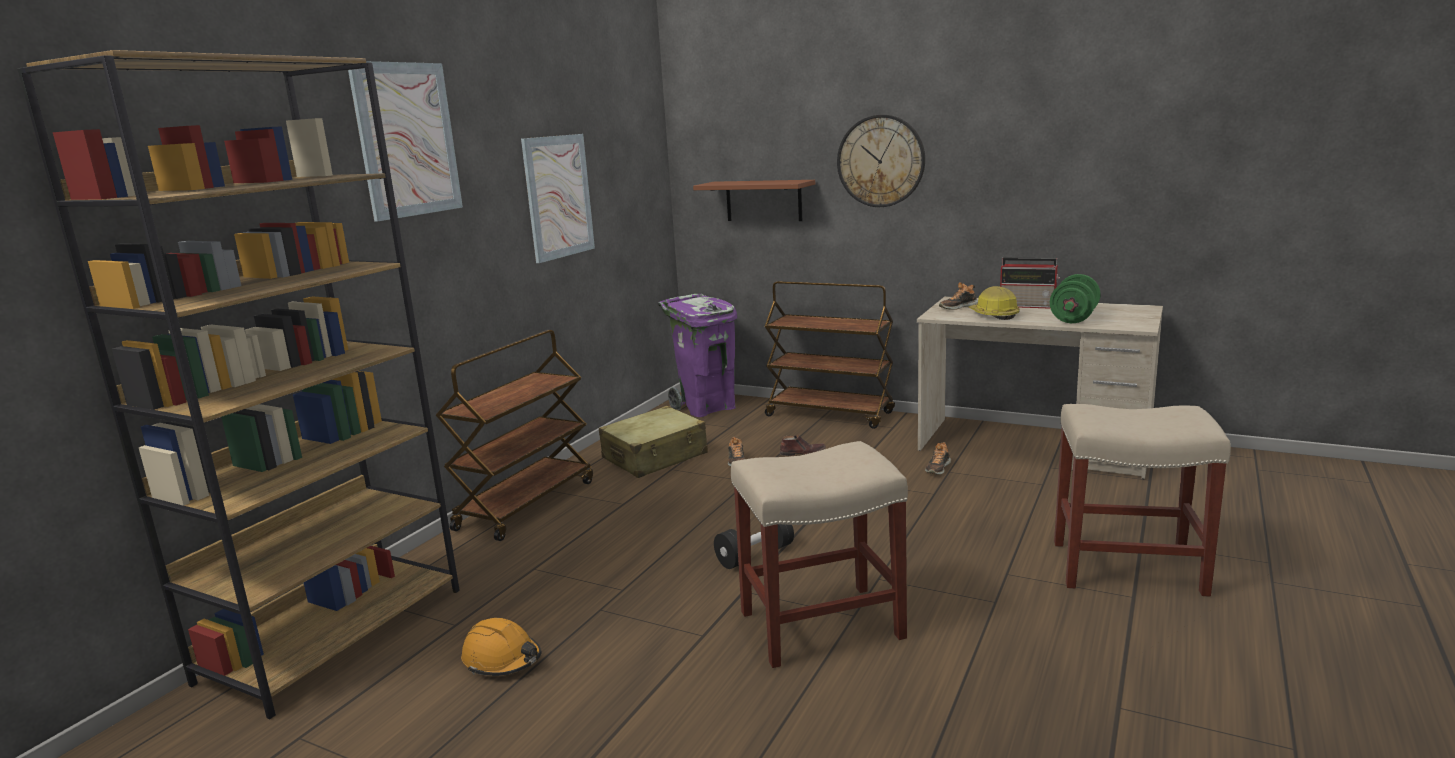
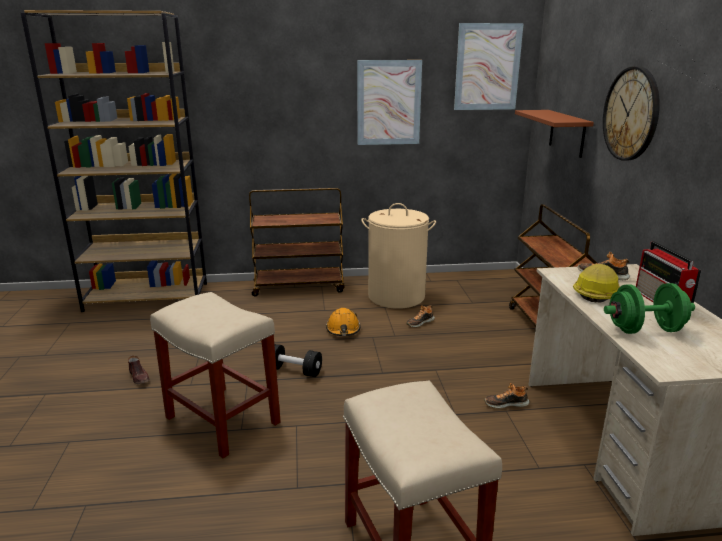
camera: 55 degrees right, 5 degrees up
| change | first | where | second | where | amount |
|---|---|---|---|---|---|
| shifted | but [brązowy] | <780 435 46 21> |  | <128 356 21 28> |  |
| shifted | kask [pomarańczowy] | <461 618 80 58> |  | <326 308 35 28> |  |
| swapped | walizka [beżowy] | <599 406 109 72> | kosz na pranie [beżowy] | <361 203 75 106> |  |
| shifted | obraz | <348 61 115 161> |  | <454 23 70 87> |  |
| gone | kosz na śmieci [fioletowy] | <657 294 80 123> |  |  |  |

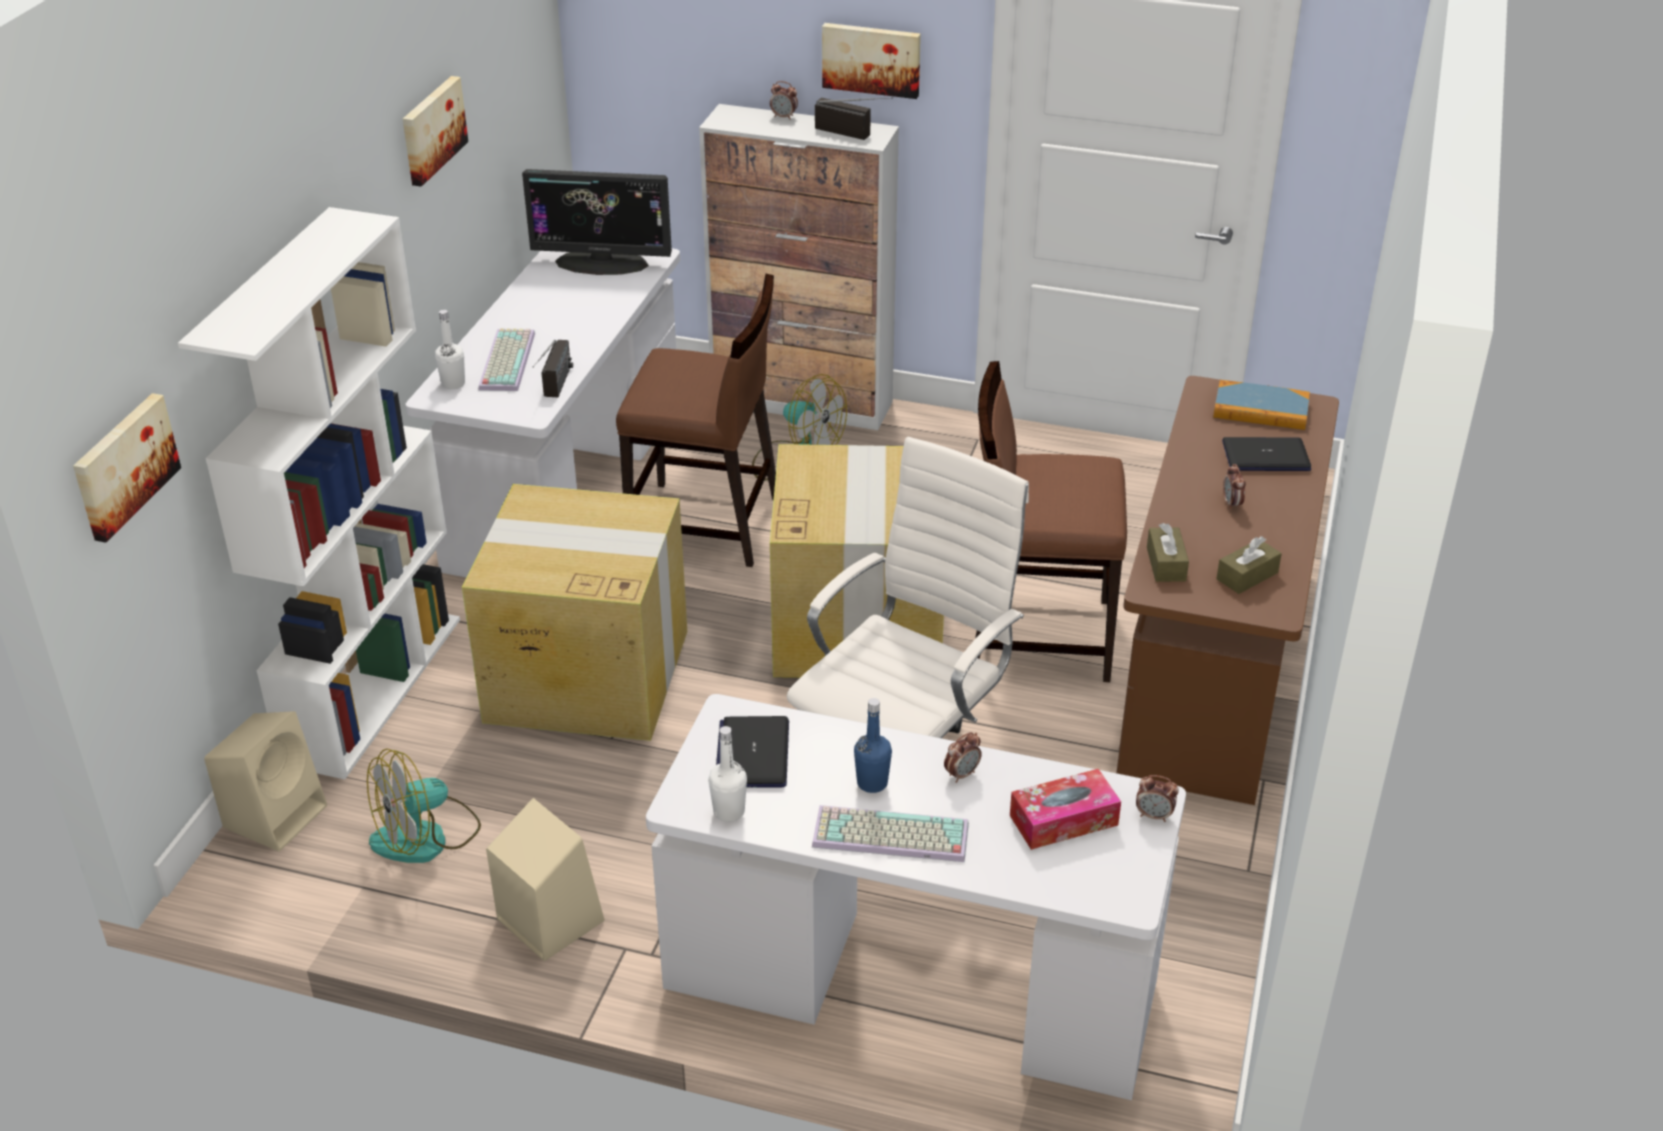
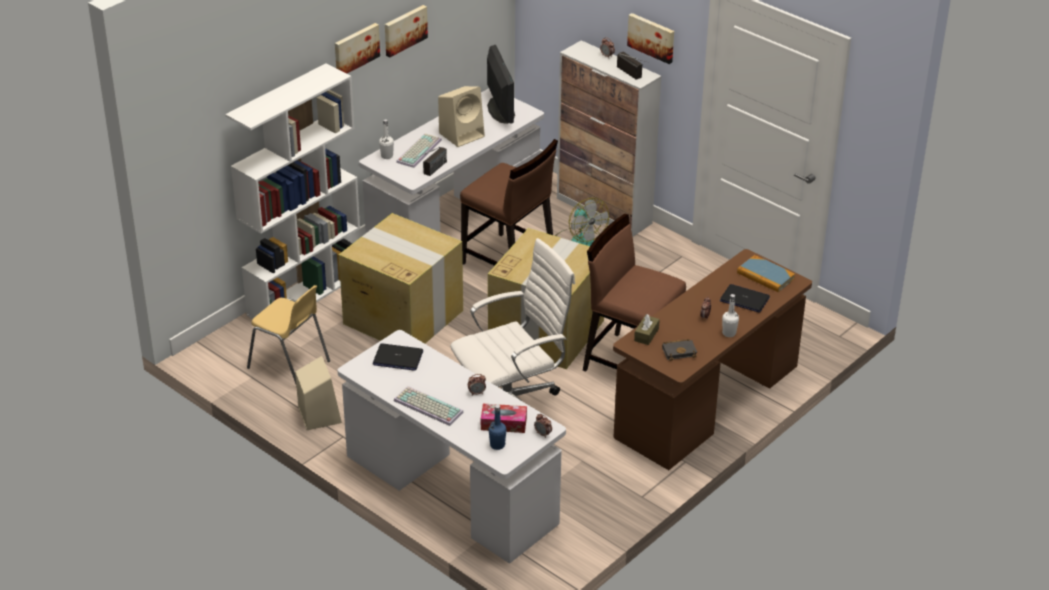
camera: 25 degrees right, 0 degrees up
| change | first | where | second | where | amount |
|---|---|---|---|---|---|
| swapped | wentylator | <367 749 114 114> | krzesło [żółty] | <247 285 83 99> |  |
| shifted | obraz | <73 393 108 150> |  | <335 23 45 50> |  |
| rotated | laptop | <716 716 73 72> |  | <373 343 50 28> | 105 degrees counterclockwise |
| shifted | głośnik [beżowy] | <204 711 123 141> |  | <438 86 47 61> |  |
| rotated | monitor | <522 169 150 106> |  | <487 45 28 79> | 135 degrees counterclockwise |
| shifted | butelka [niebieski] | <854 698 38 95> |  | <489 405 18 45> |  |
| swapped | pudełko chusteczek [brązowy] | <1216 536 66 58> | książka [czarny] | <662 339 35 22> |  |
| shifted | butelka [biały] | <708 726 39 96> |  | <722 294 17 43> |  |

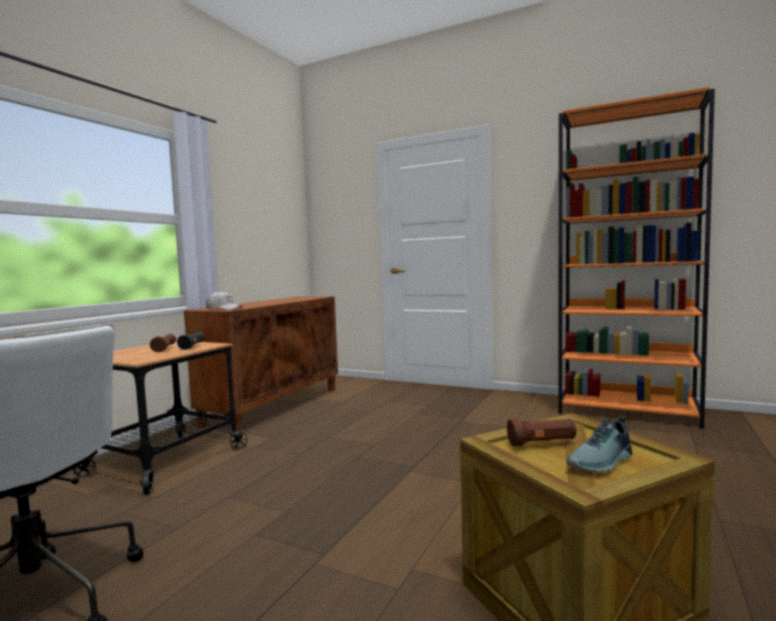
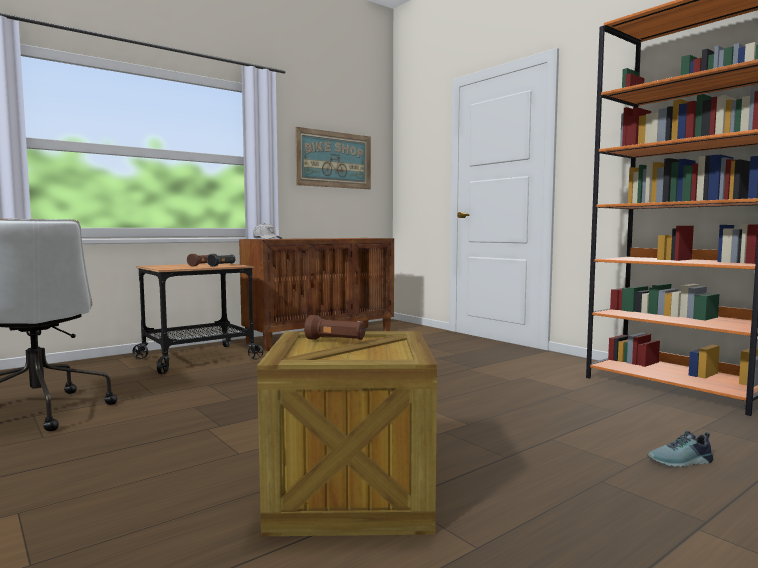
camera: 25 degrees right, 0 degrees up
| change | first | where | second | where | amount |
|---|---|---|---|---|---|
| new |  |  | obraz | <295 127 76 62> |  |
| shifted | but | <566 416 66 56> |  | <647 430 66 37> |  |

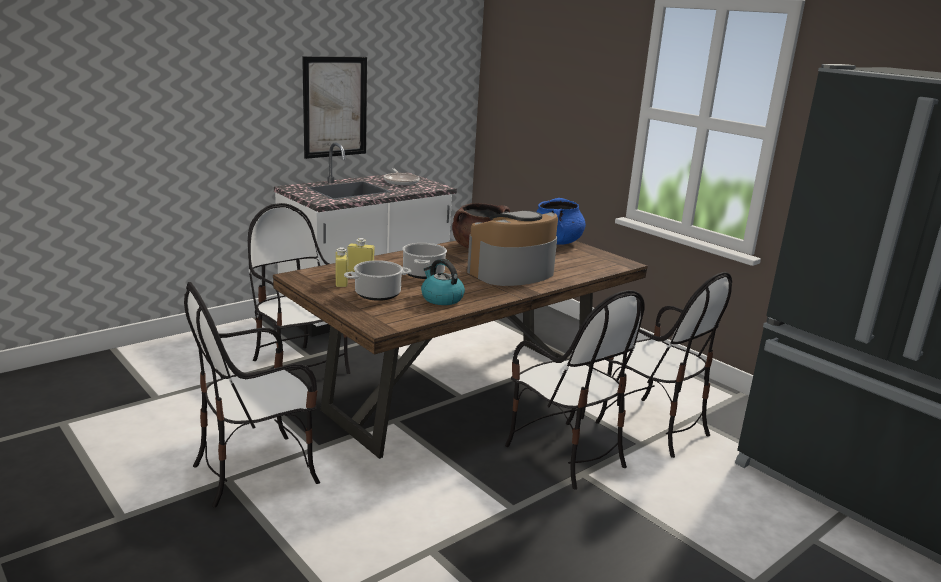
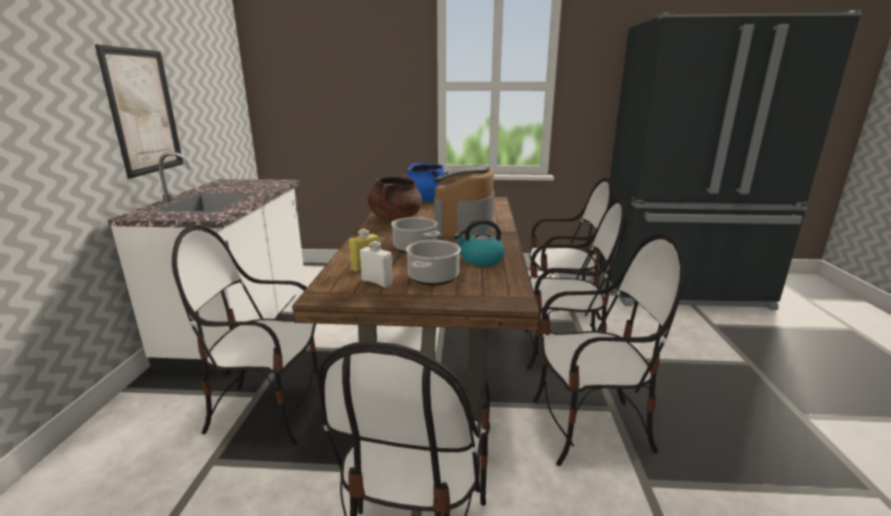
camera: 45 degrees left, 0 degrees up
| change | first | where | second | where | amount |
|---|---|---|---|---|---|
| repainted | butelka [żółty] | <335 247 13 40> | butelka [biały] | <360 241 33 46> |  |
| new |  |  | krzesło | <533 234 153 232> |  |
| gone | patelnia | <384 168 36 17> |  |  |  |

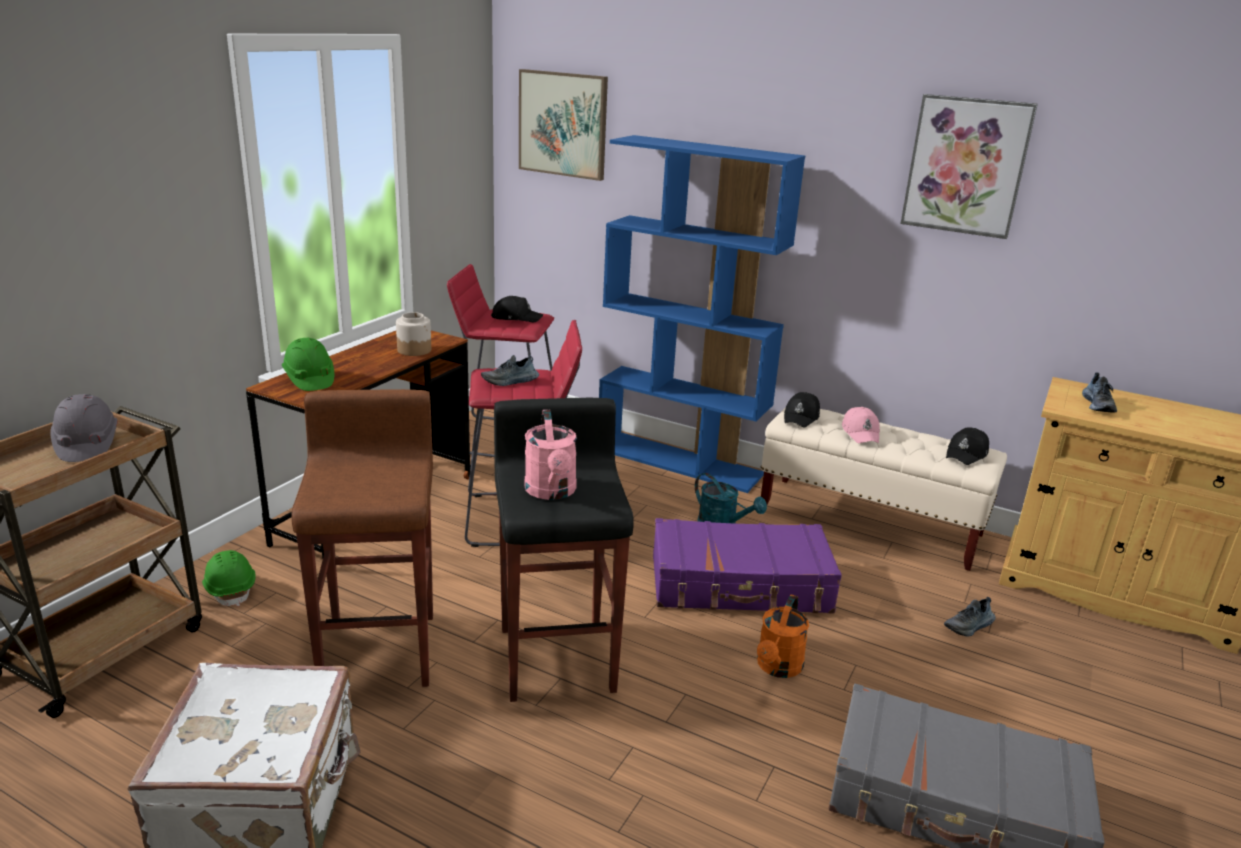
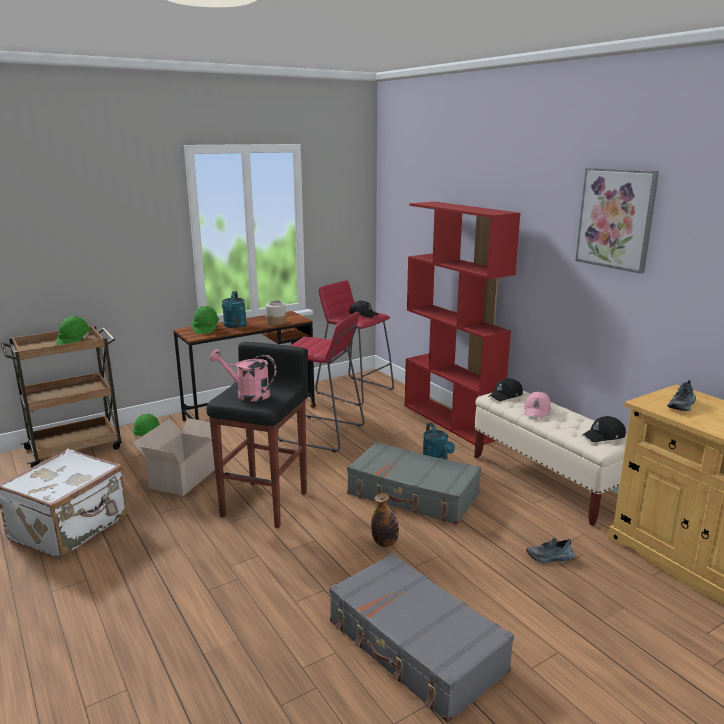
camera: 30 degrees right, 5 degrees down
| change | first | where | second | where | amount |
|---|---|---|---|---|---|
| repainted | kask [szary] | <50 394 68 68> | kask [zielony] | <56 316 35 29> |  |
| swapped | stołek [brązowy] | <291 389 142 298> | karton | <132 418 90 78> |  |
| rotated | konewka [różowy] | <524 410 53 90> |  | <210 349 67 52> | 90 degrees clockwise |
| new |  |  | konewka [turkusowy] | <222 291 25 37> |  |
| repainted | walizka [fioletowy] | <653 518 189 96> | walizka [szary] | <347 442 134 83> |  |
| swapped | konewka [pomarańczowy] | <757 594 52 84> | butelka | <371 493 28 54> |  |
| repainted | regał [niebieski] | <599 135 206 358> | regał [czerwony] | <405 202 115 243> |  |
| gone | but | <481 355 58 31> |  |  |  |
| gone | obraz | <519 69 89 112> |  |  |  |

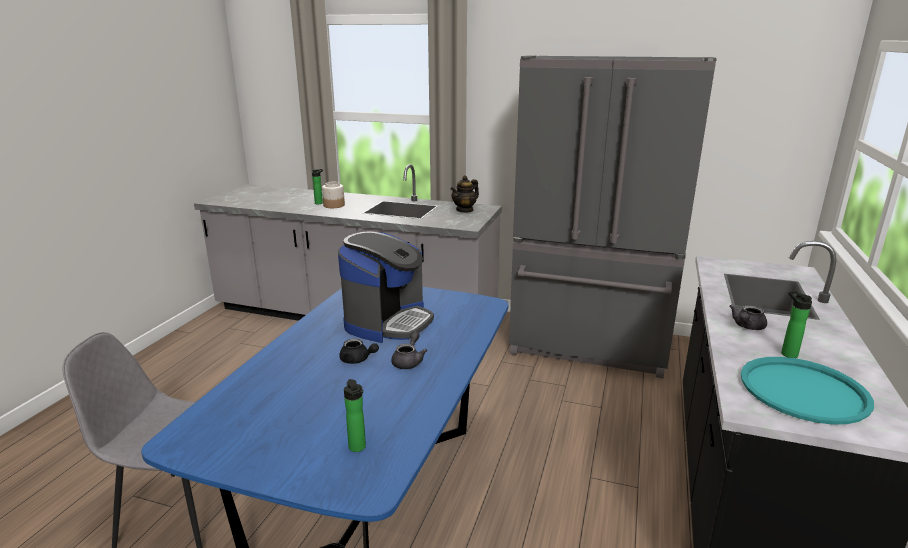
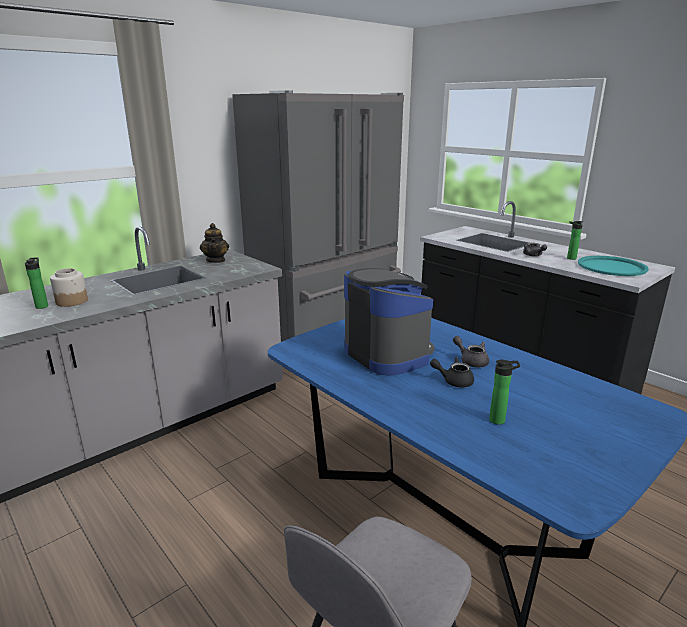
camera: 60 degrees left, 0 degrees up
| change | first | where | second | where | amount |
|---|---|---|---|---|---|
| rotated | imbryk [czarny] | <339 339 40 25> |  | <430 357 44 30> | 135 degrees counterclockwise |
| shifted | butelka | <344 379 22 73> |  | <489 360 31 65> |  |

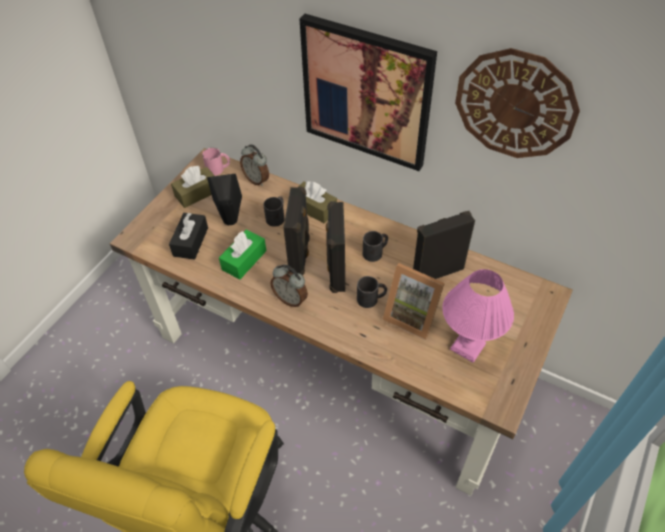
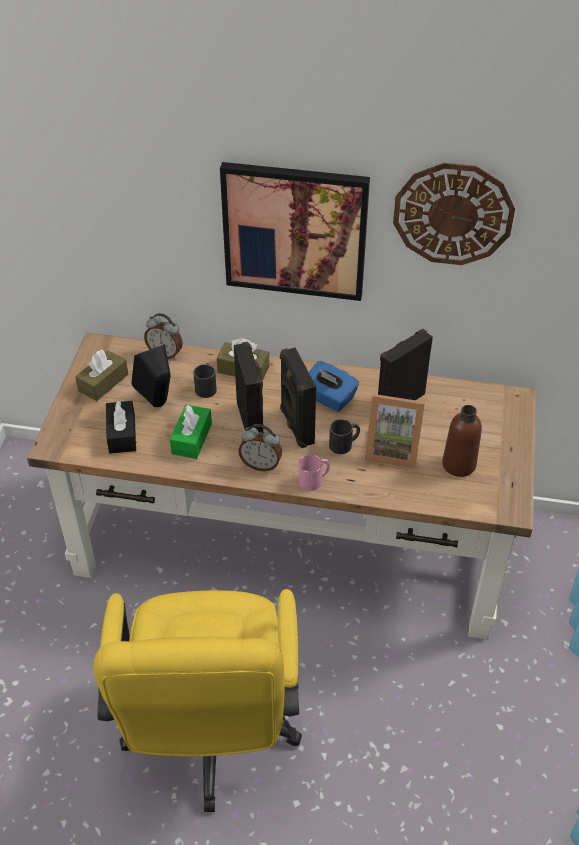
camera: 20 degrees left, 5 degrees down
| change | first | where | second | where | amount |
|---|---|---|---|---|---|
| shifted | kubek [różowy] | <202 148 28 28> |  | <299 455 31 36> |  |
| swapped | kubek [czarny] | <363 231 25 31> | pudełko chusteczek [niebieski] | <309 361 50 51> |  |
| swapped | lampa stołowa [różowy] | <443 269 71 94> | butelka [brązowy] | <442 405 40 72> |  |

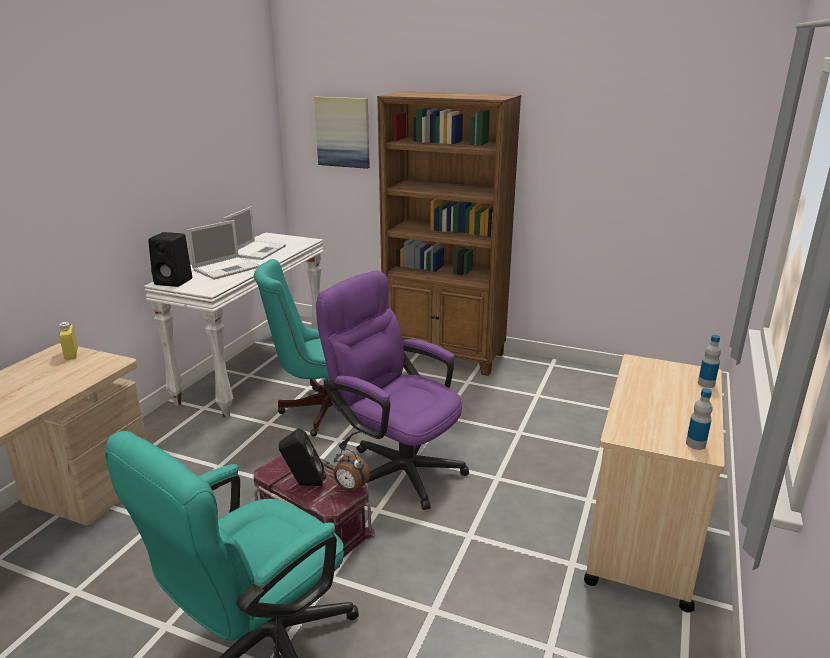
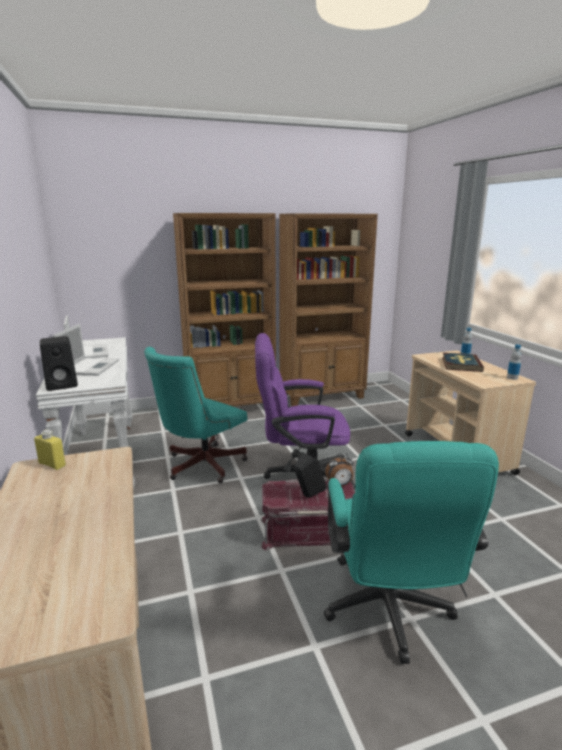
camera: 40 degrees left, 5 degrees down
| change | first | where | second | where | amount |
|---|---|---|---|---|---|
| new |  |  | regał [brązowy] | <279 213 99 193> |  |
| new |  |  | książka | <442 353 42 19> |  |
| gone | obraz | <314 97 56 72> |  |  |  |

